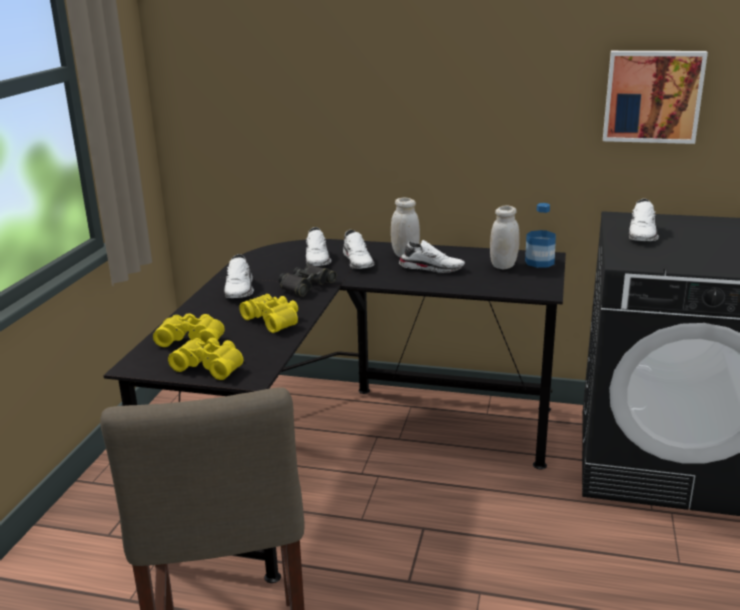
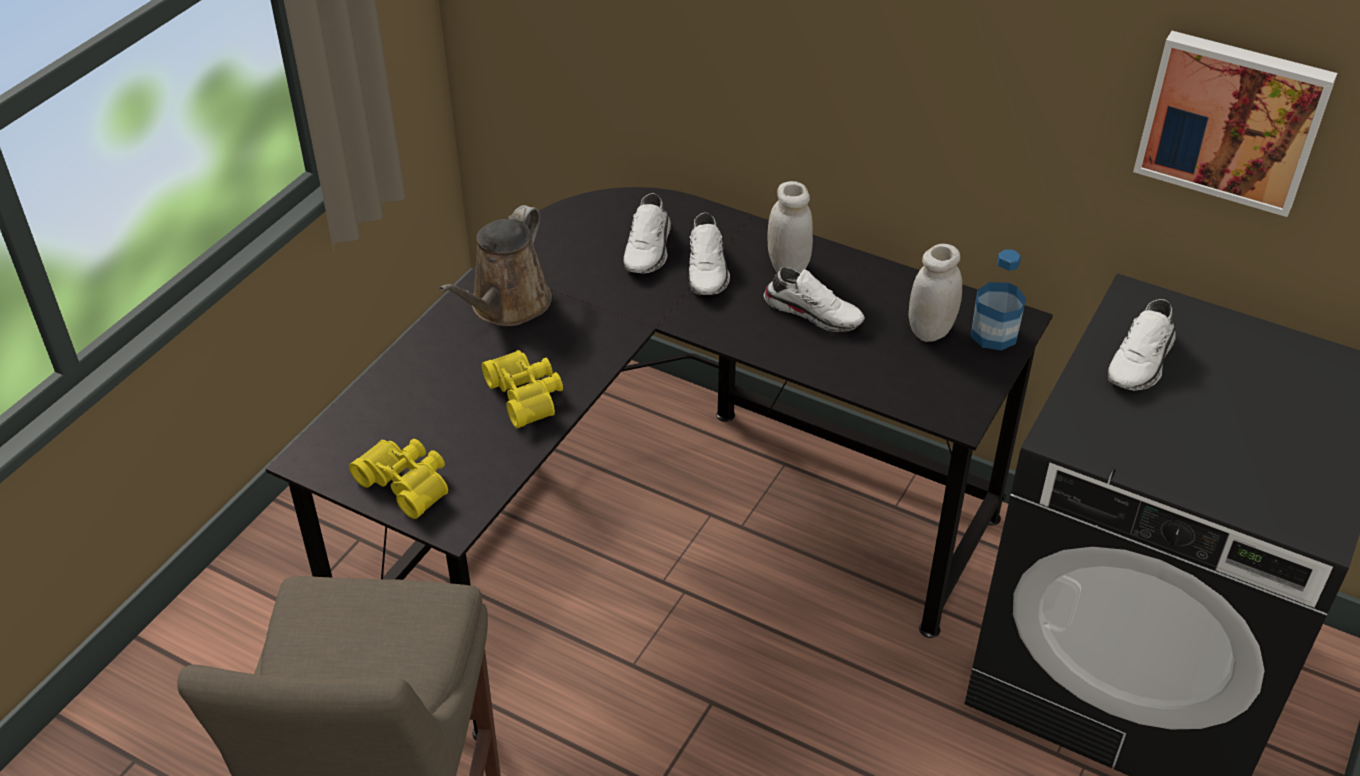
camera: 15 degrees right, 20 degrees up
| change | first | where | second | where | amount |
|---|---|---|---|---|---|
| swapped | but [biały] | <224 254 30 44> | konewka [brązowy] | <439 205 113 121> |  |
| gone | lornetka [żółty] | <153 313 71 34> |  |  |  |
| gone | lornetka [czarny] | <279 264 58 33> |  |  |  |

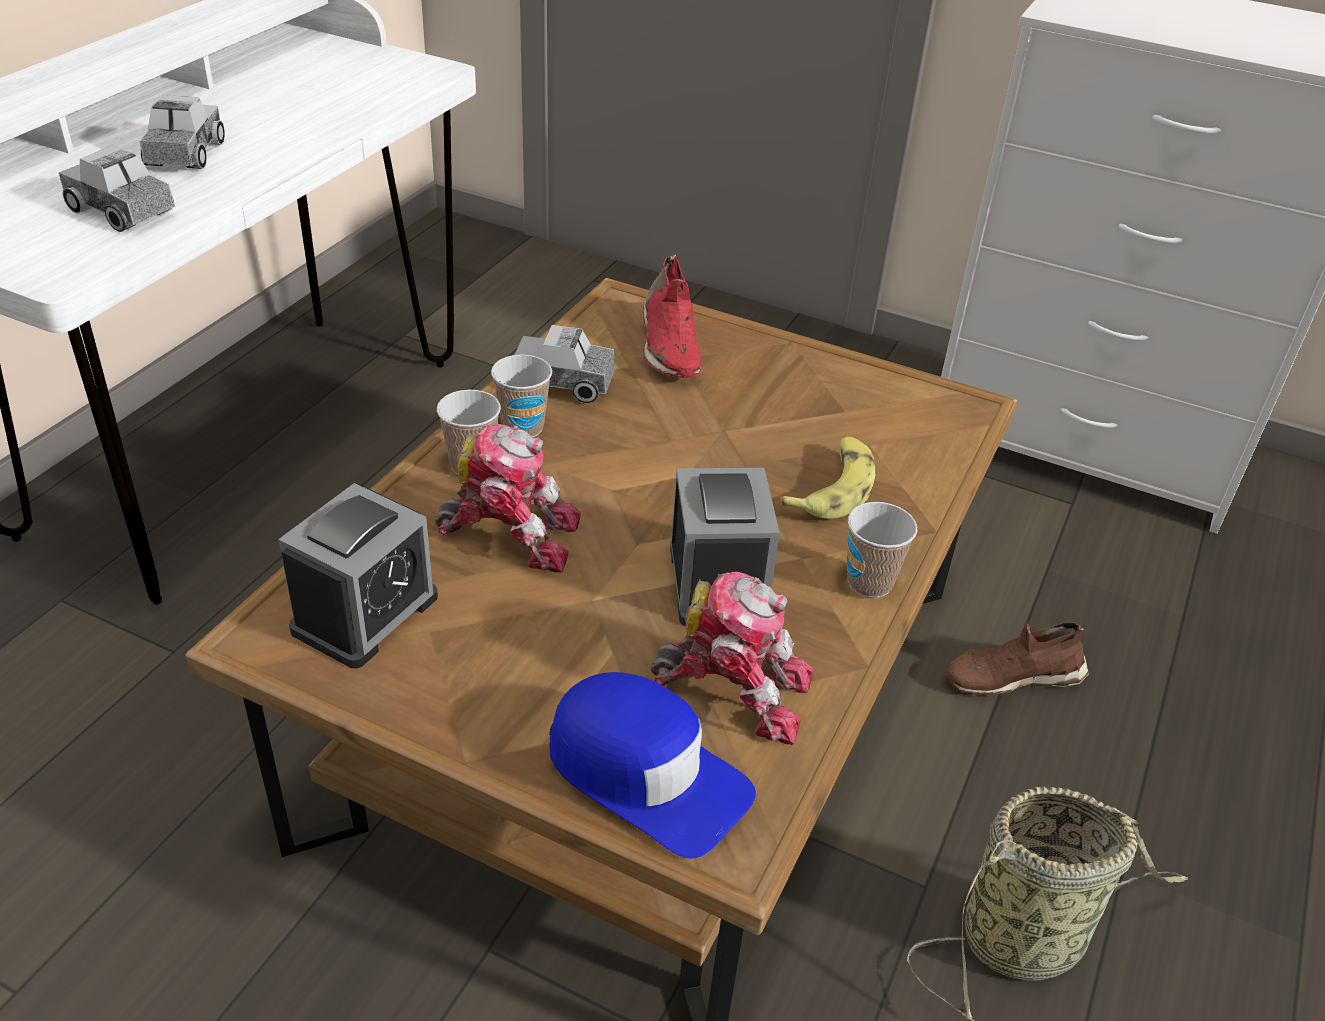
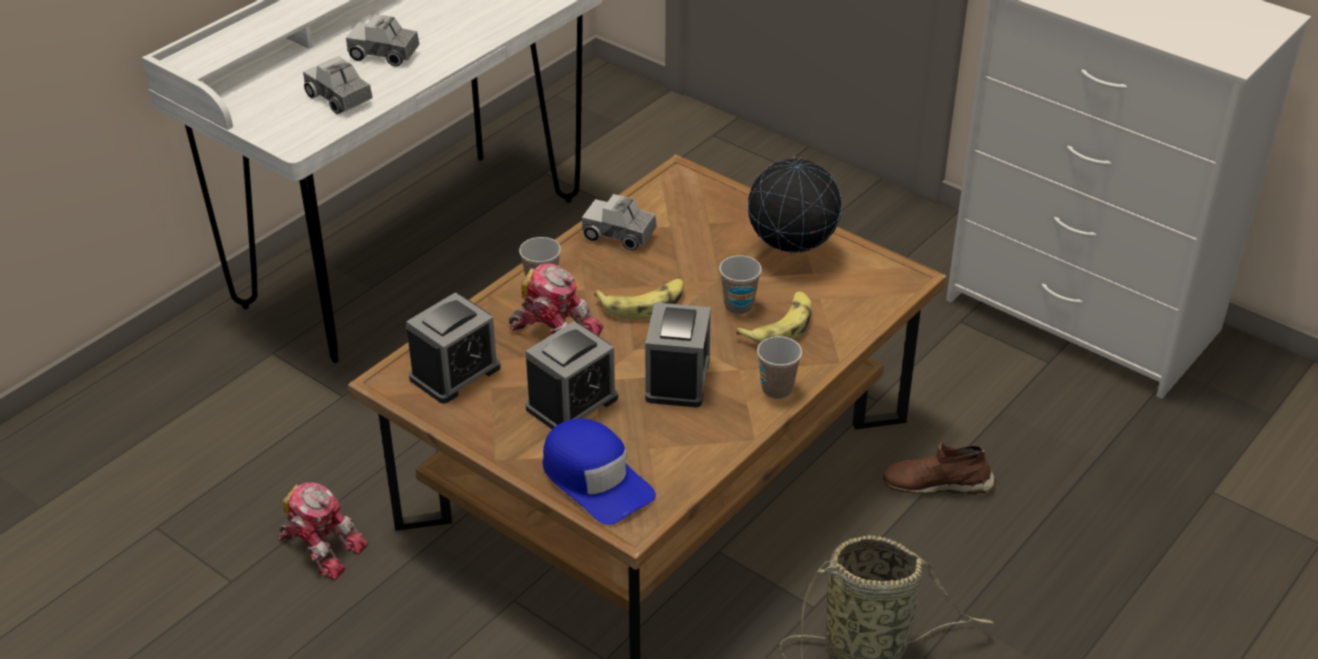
camera: 15 degrees right, 0 degrees up
| change | first | where | second | where | amount |
|---|---|---|---|---|---|
| shifted | robot zabawkowy | <651 572 162 173> |  | <278 482 91 98> |  |
| rotated | ciężarówka zabawkowa | <139 95 86 74> |  | <346 14 74 52> | 90 degrees counterclockwise |
| new |  |  | budzik | <525 321 93 108> |  |
| new |  |  | banan | <594 279 90 40> |  |
| shifted | filiżanka | <491 354 61 84> |  | <719 255 43 60> |  |
| new |  |  | globus | <748 157 94 99> |  |
| gone | but [czerwony] | <643 255 58 123> |  |  |  |

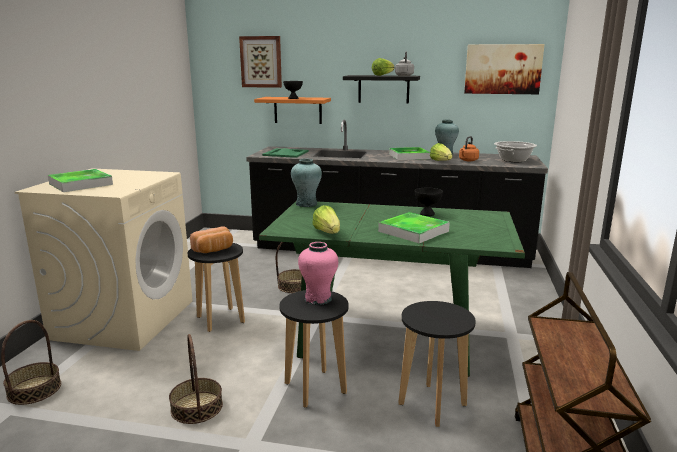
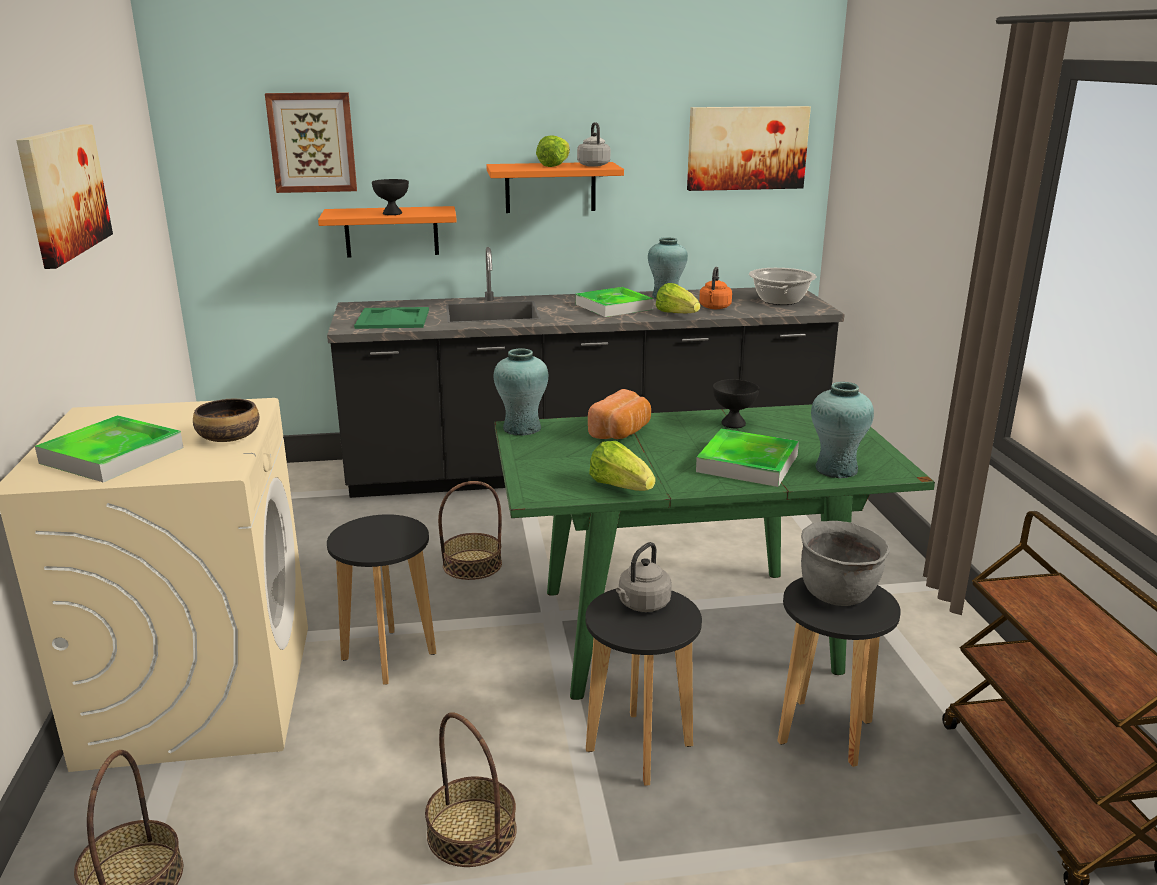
camera: 20 degrees left, 5 degrees up
| change | first | where | second | where | amount |
|---|---|---|---|---|---|
| new |  |  | obraz | <16 124 97 145> |  |
| new |  |  | miska | <193 399 67 43> |  |
| repainted | półka [czarny] | <343 75 77 29> | półka [pomarańczowy] | <486 162 138 51> |  |
| shifted | chleb | <190 226 43 27> |  | <588 389 63 50> |  |
| swapped | wazon [różowy] | <298 242 40 63> | czajnik [szary] | <616 542 56 70> |  |
| new |  |  | garnek [szary] | <801 521 89 85> |  |
| new |  |  | wazon [turkusowy] | <811 382 63 96> |  |

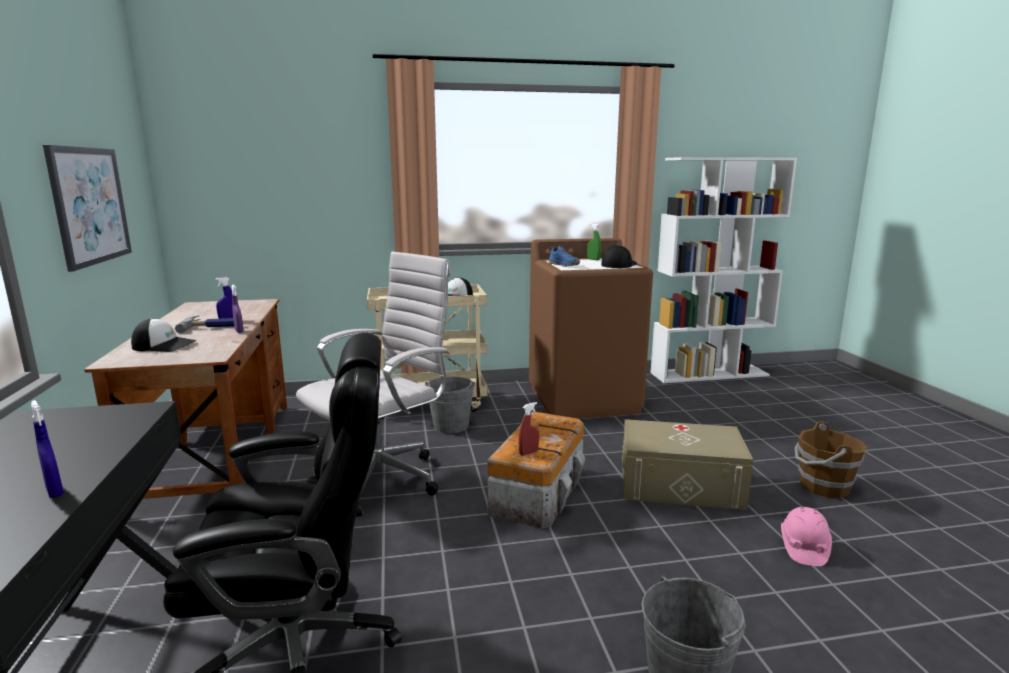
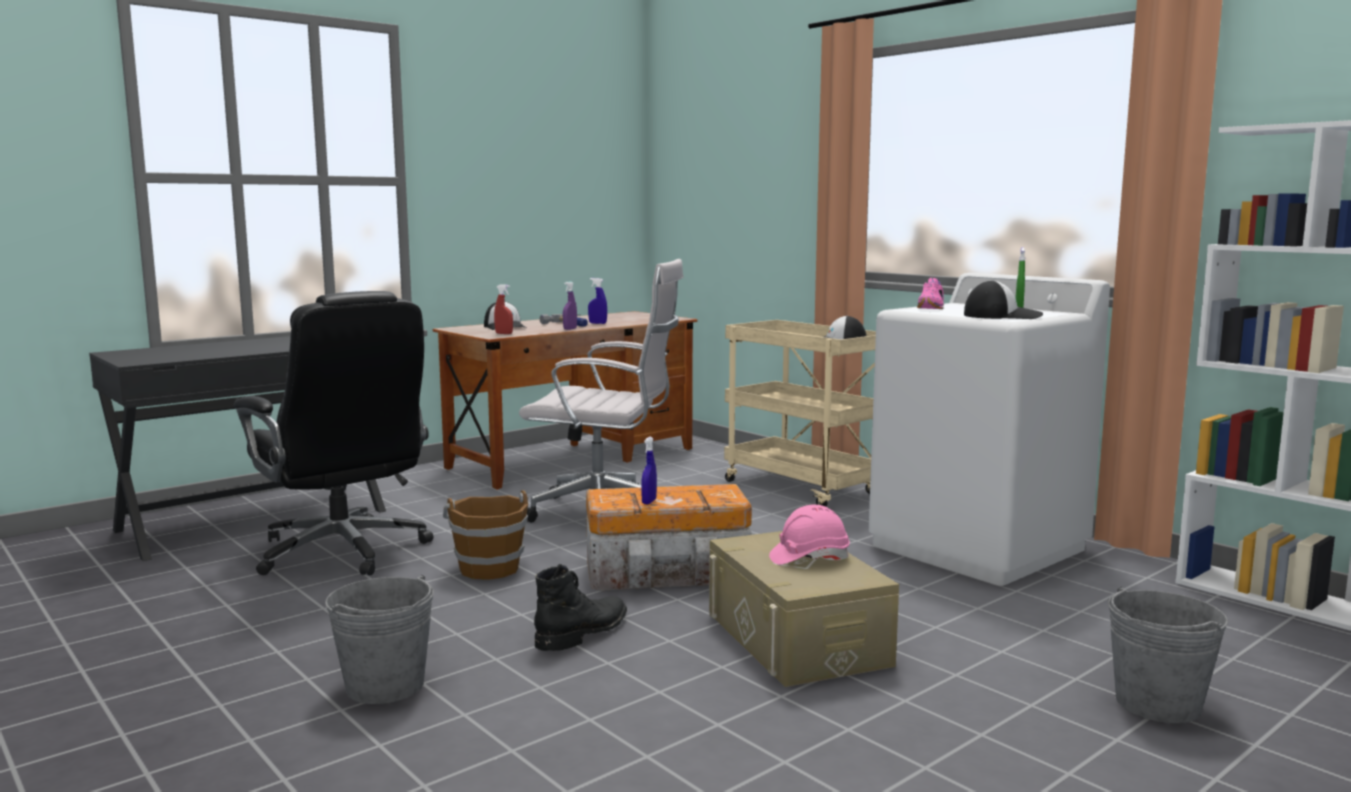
camera: 60 degrees right, 5 degrees down
| change | first | where | second | where | amount |
|---|---|---|---|---|---|
| shifted | wiadro [brązowy] | <795 421 72 77> |  | <443 490 85 90> |  |
| shifted | spryskiwacz [czerwony] | <518 402 21 54> |  | <494 284 19 50> |  |
| new |  |  | but z cholewką [czarny] | <534 564 93 87> |  |
| shifted | spryskiwacz [niebieski] | <31 400 33 98> |  | <641 437 16 68> |  |
| shifted | kask [różowy] | <781 507 51 60> |  | <769 505 81 60> |  |
| repainted | pralka [brązowy] | <529 238 124 181> | pralka [biały] | <869 273 241 313> |  |
| repainted | but [niebieski] | <548 246 32 21> | but [różowy] | <917 278 27 31> |  |
| shifted | wiadro [szary] | <425 377 50 57> |  | <1108 587 120 136> |  |
| gone | obraz | <43 145 89 127> |  |  |  |

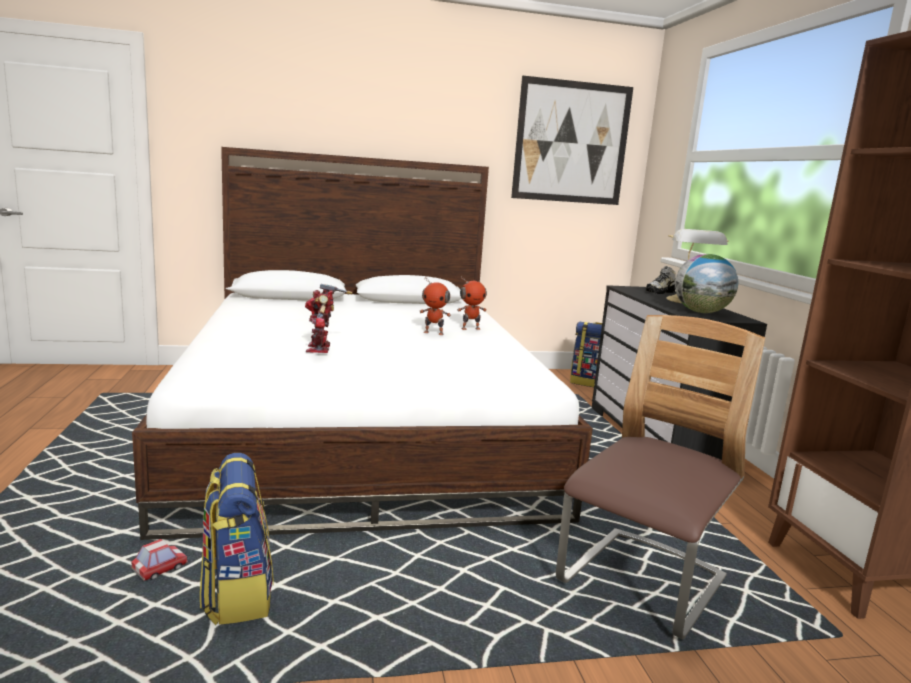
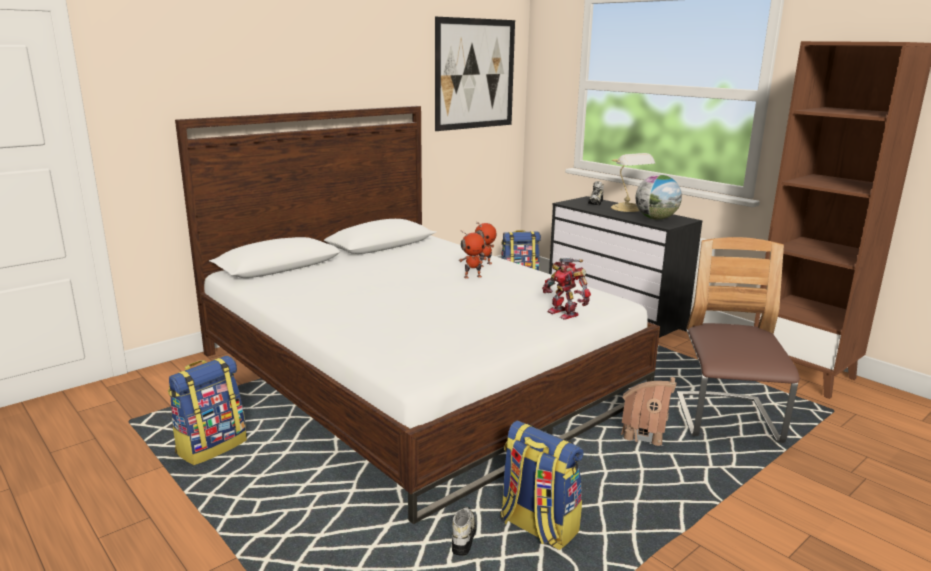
camera: 30 degrees left, 5 degrees up
| change | first | where | second | where | amount |
|---|---|---|---|---|---|
| new |  |  | plecak | <168 356 79 109> |  |
| swapped | samochodzik | <131 539 57 42> | but | <452 507 24 49> |  |
| shifted | robot zabawkowy | <305 284 48 69> |  | <542 258 49 62> |  |
| new |  |  | domek | <621 377 56 69> |  |

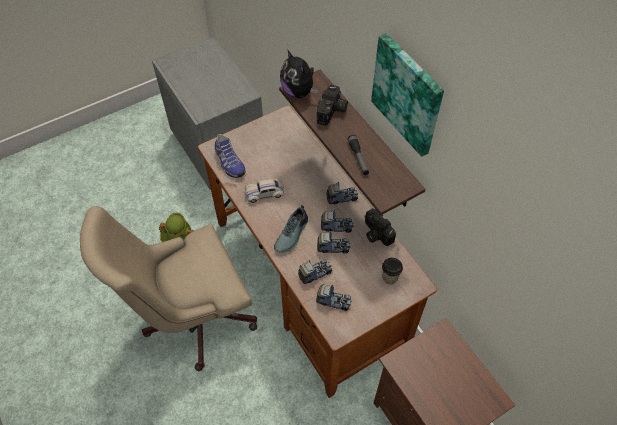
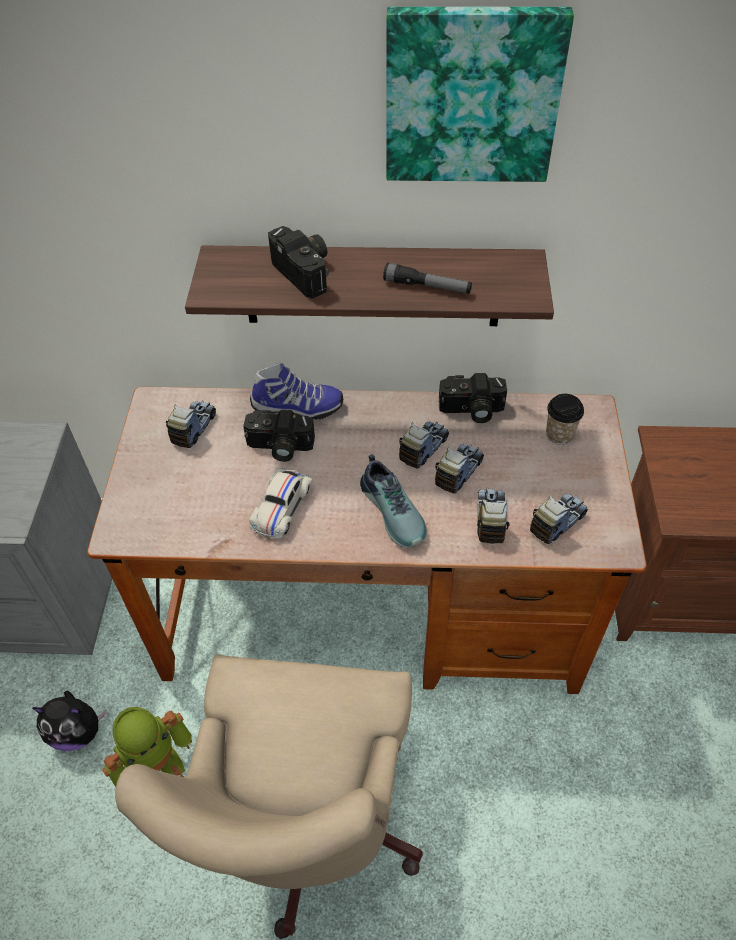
camera: 55 degrees left, 5 degrees down
| change | first | where | second | where | amount |
|---|---|---|---|---|---|
| shifted | pluszak | <280 49 38 49> |  | <32 690 75 61> |  |
| shifted | ciężarówka zabawkowa | <326 182 32 22> |  | <166 401 50 47> |  |
| new |  |  | aparat fotograficzny | <243 410 72 52> |  |
| shifted | but | <215 134 31 44> |  | <250 363 93 57> |  |

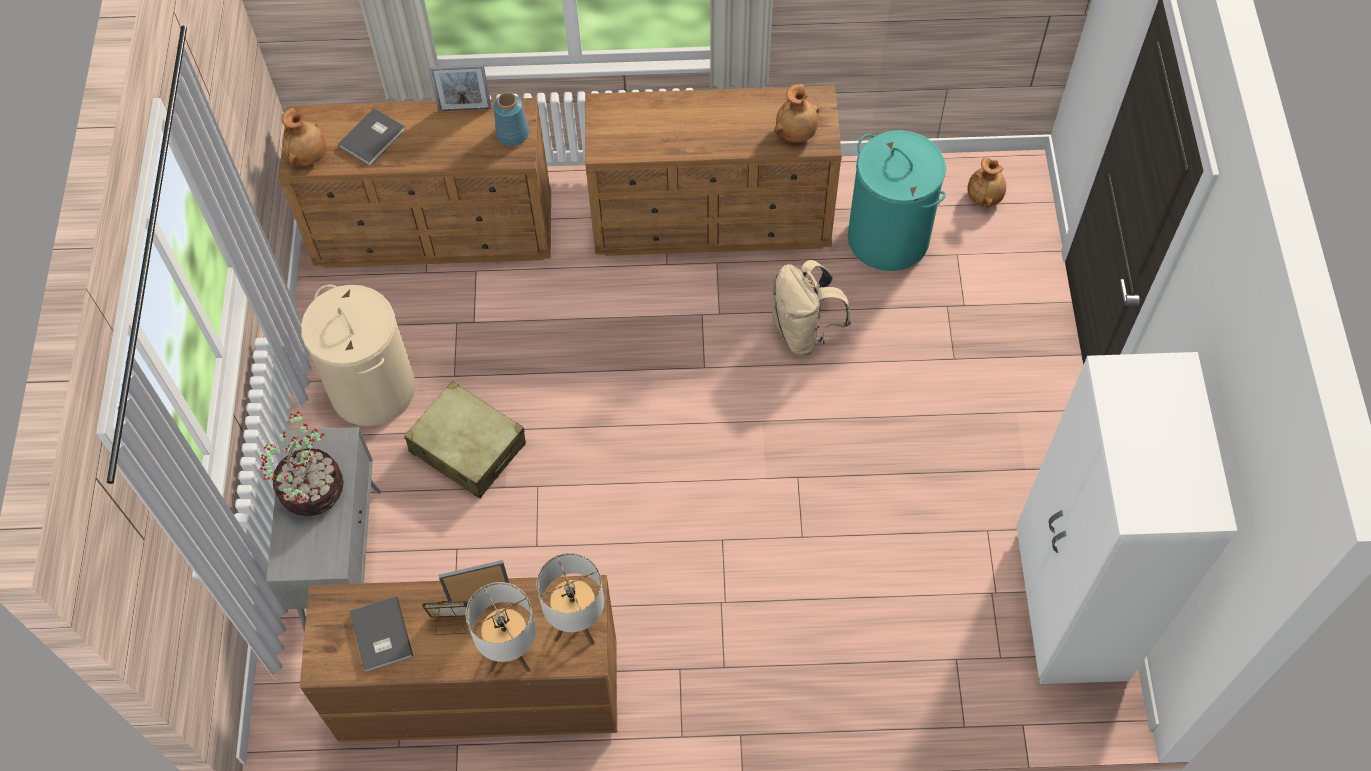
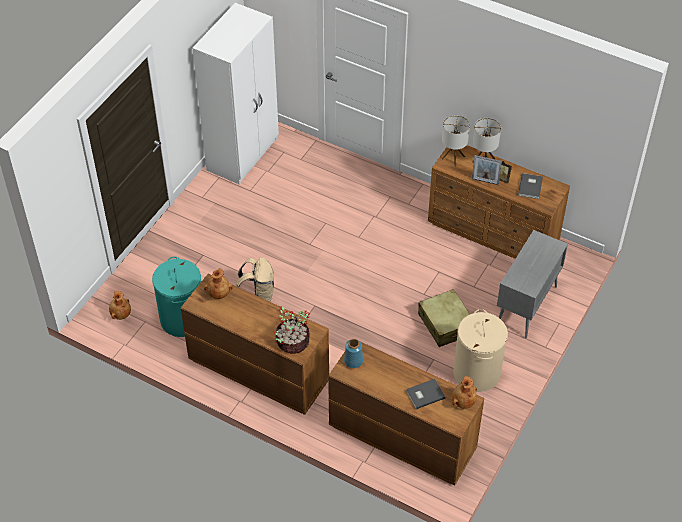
camera: 150 degrees left, 10 degrees down
| change | first | where | second | where | amount |
|---|---|---|---|---|---|
| shifted | roślina doniczkowa | <260 411 84 105> |  | <273 306 38 48> |  |
| gone | ramka na zdjęcie | <429 64 63 47> |  |  |  |

